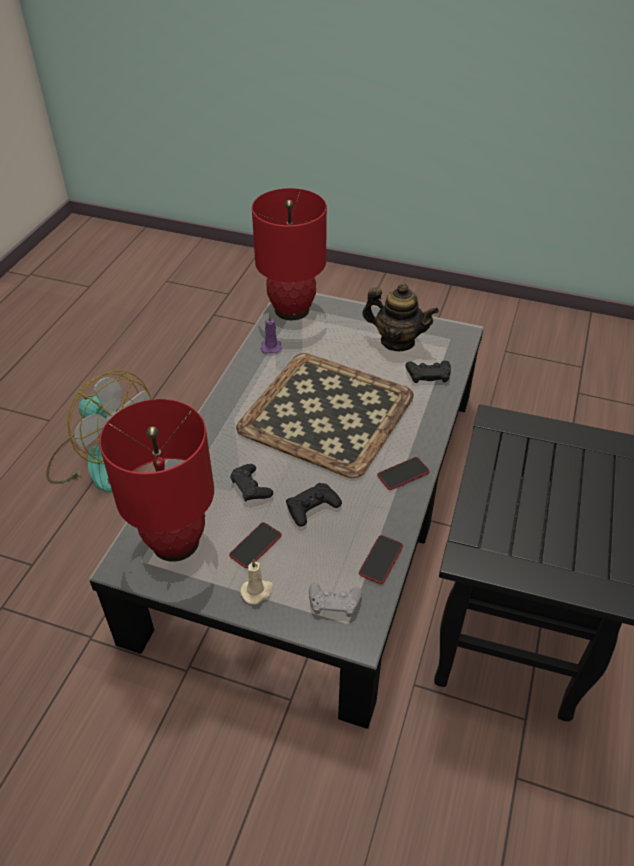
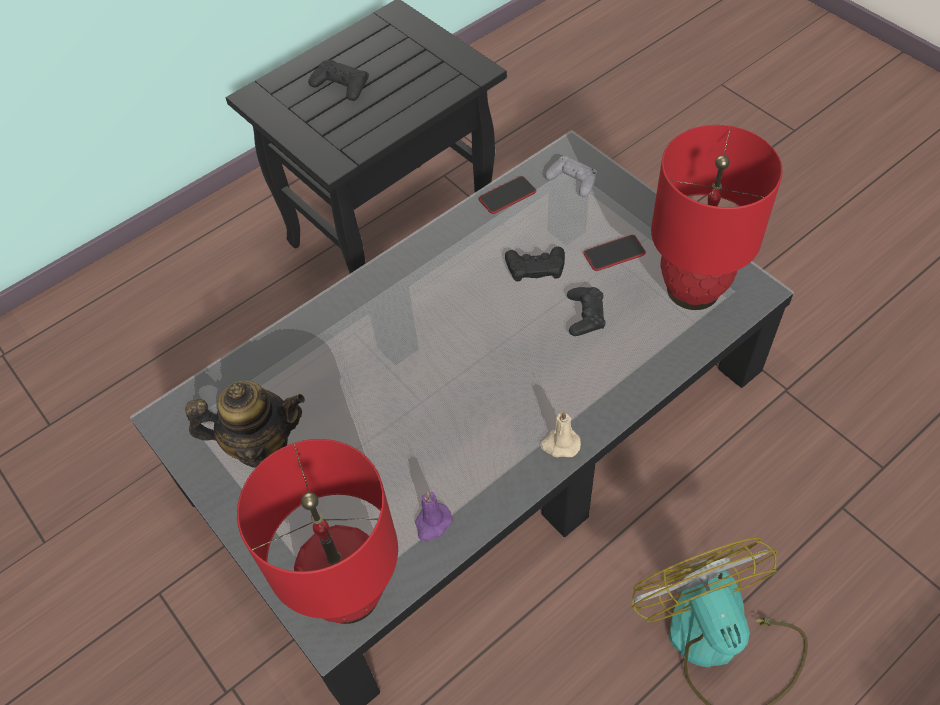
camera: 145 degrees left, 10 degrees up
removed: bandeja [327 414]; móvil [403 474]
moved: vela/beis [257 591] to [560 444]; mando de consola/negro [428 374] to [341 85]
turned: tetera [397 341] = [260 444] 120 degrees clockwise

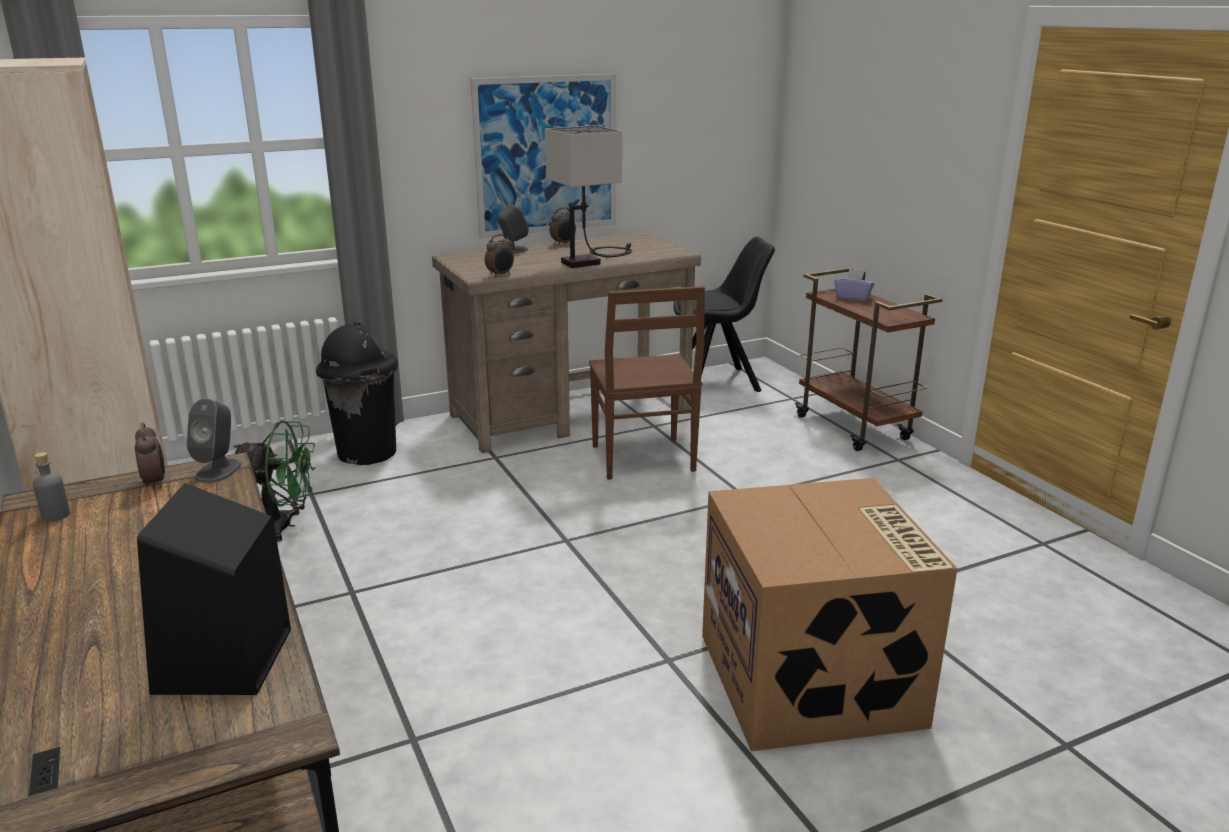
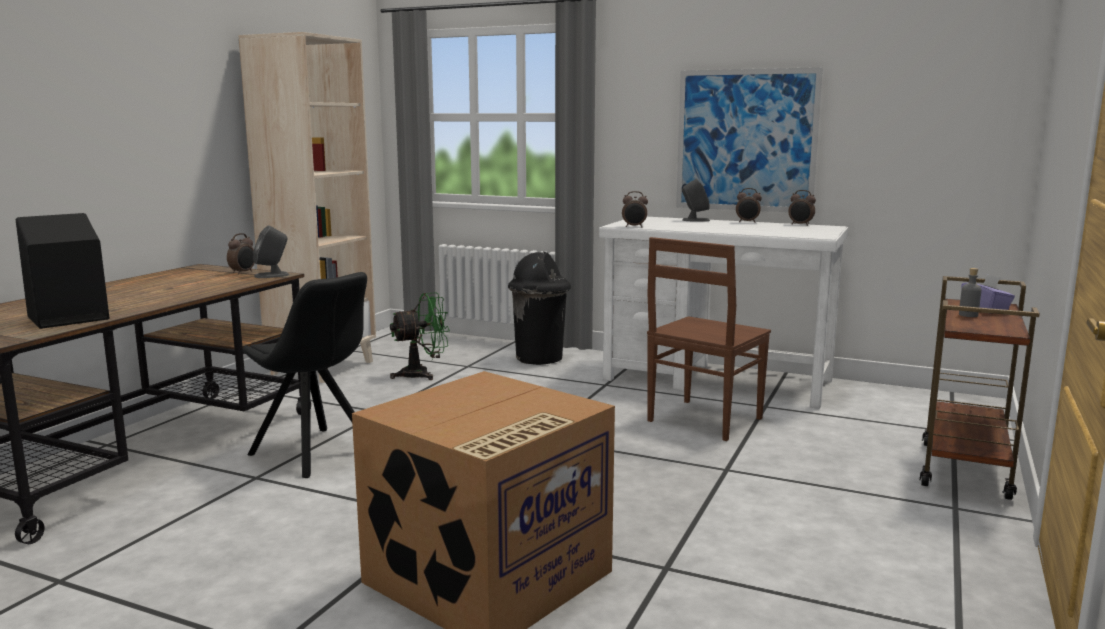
camera: 50 degrees right, 10 degrees down
removed: lámpara de mesa [595 258]
added: despertador [800 225]
moved: botella/gris [56 515] to [968 315]; silla/negro [717 382] to [315 453]
recoloured: escritorio/marrón [570 413] to escritorio/blanco [718 379]
turned: ventilador/verde [283 526] = [422 374] 75 degrees counterclockwise

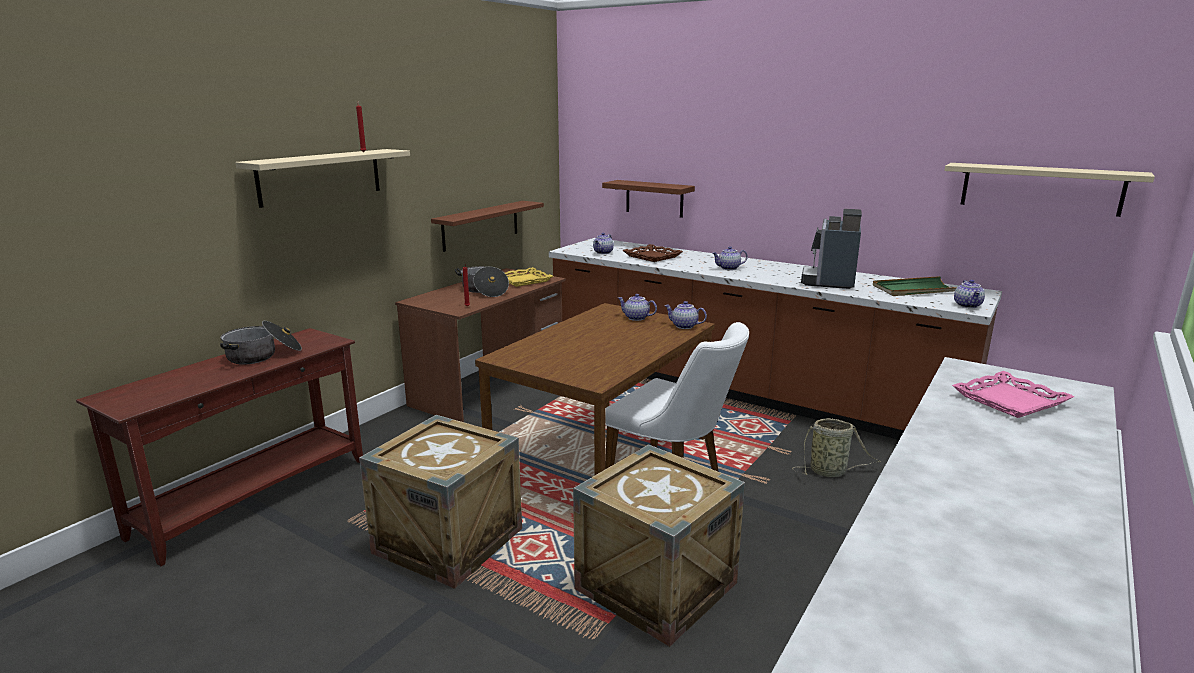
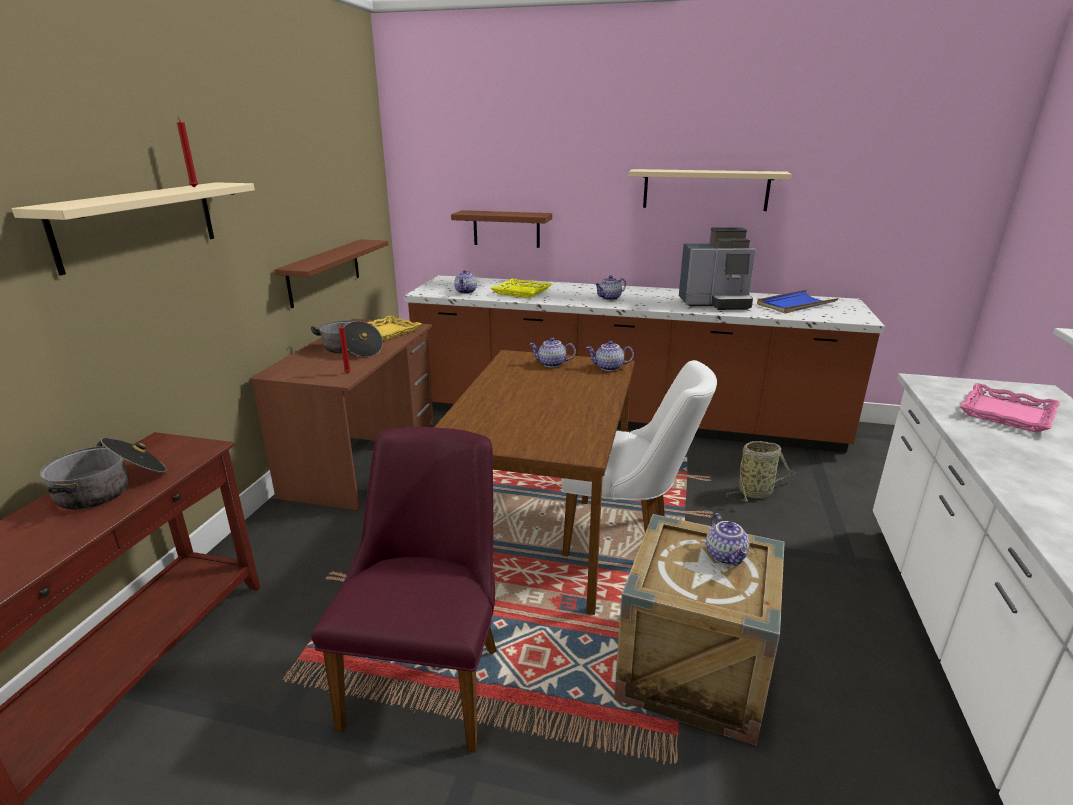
camera: 20 degrees left, 5 degrees up
moved: estante/beis [1040 188] to [705 189]; tetera [968 306] to [726 556]
replaced: caja de embalaje [448 541] to silla/morado [431 674]
recoloured: bandeja/marrón [652 256] to bandeja/amarillo [521 292]; bandeja/verde [916 290] to bandeja/azul [795 304]
turned: cafetera [830 281] = [715 303] 90 degrees counterclockwise

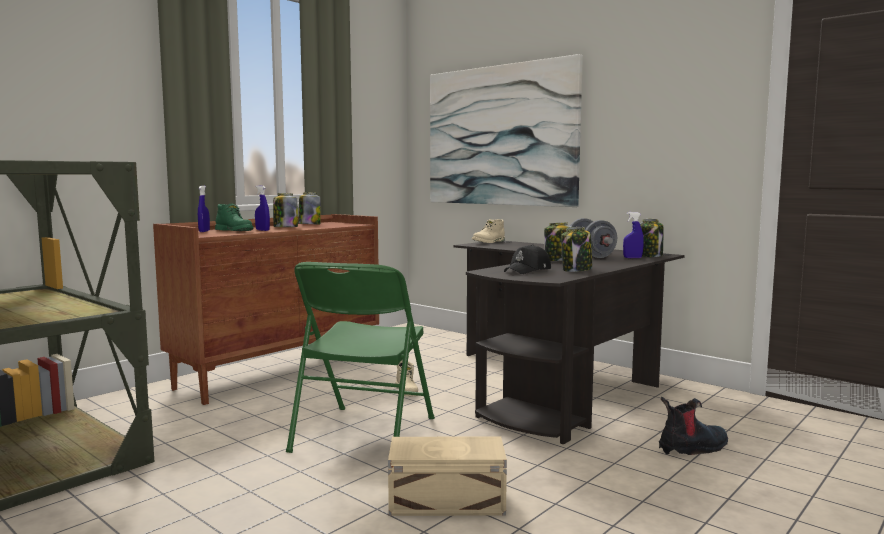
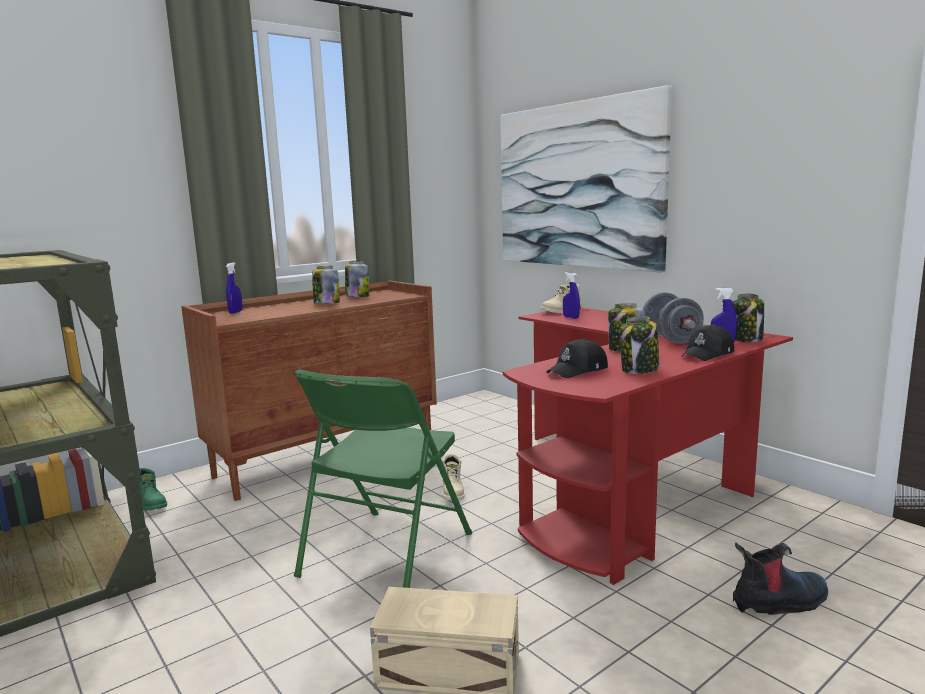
camera: 10 degrees right, 5 degrees up
added: gorra/negro [708 354]
moved: bota/verde [235 231] to [151 503]; pulverizador/azul [262 230] to [571 317]
recoloured: escritorio/negro [558 383] to escritorio/rojo [630 484]

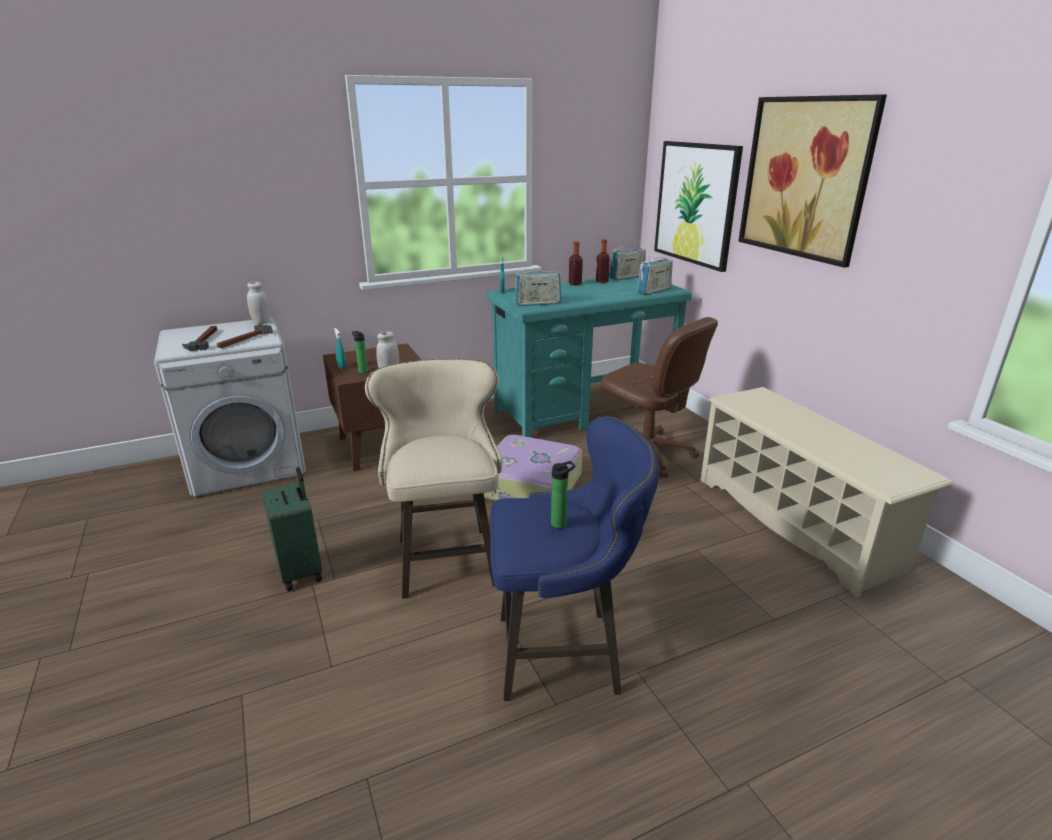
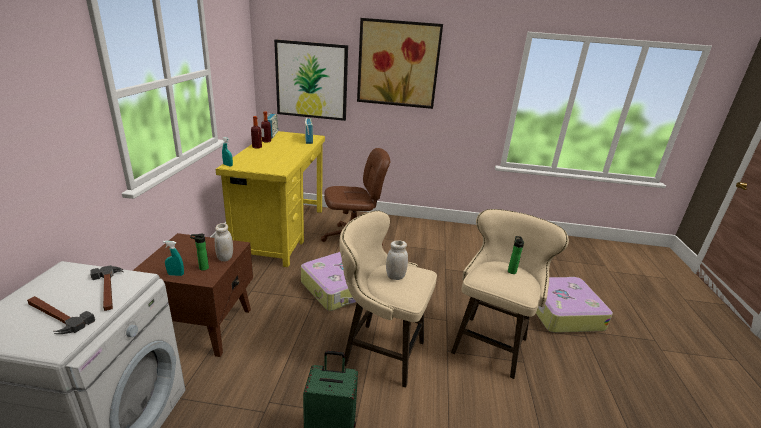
camera: 60 degrees left, 0 degrees up
removed: radio [538 303]; zapatero/beis [796 522]
added: maleta [561 312]
moved: tarro/blanco [261 322] to [395 276]
recoloured: escritorio/turquesa [584 409] to escritorio/amarillo [280 232]; taburete/azul [564 653] to taburete/beis [491 343]

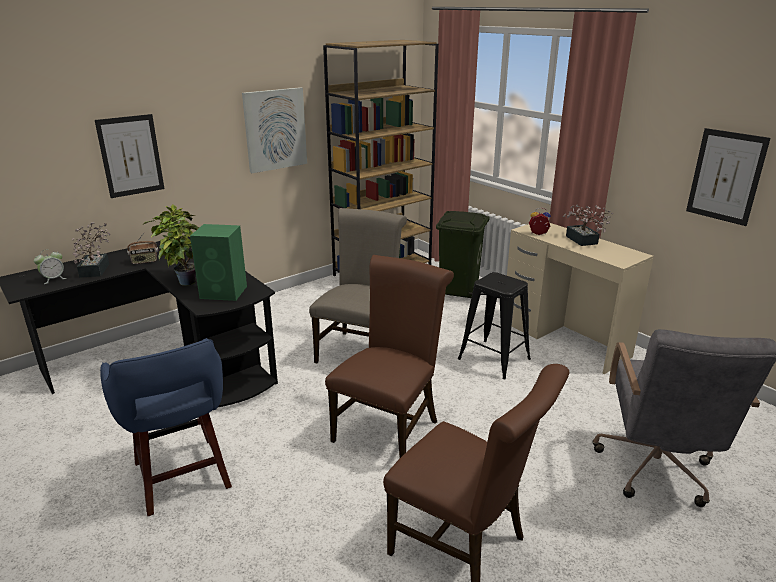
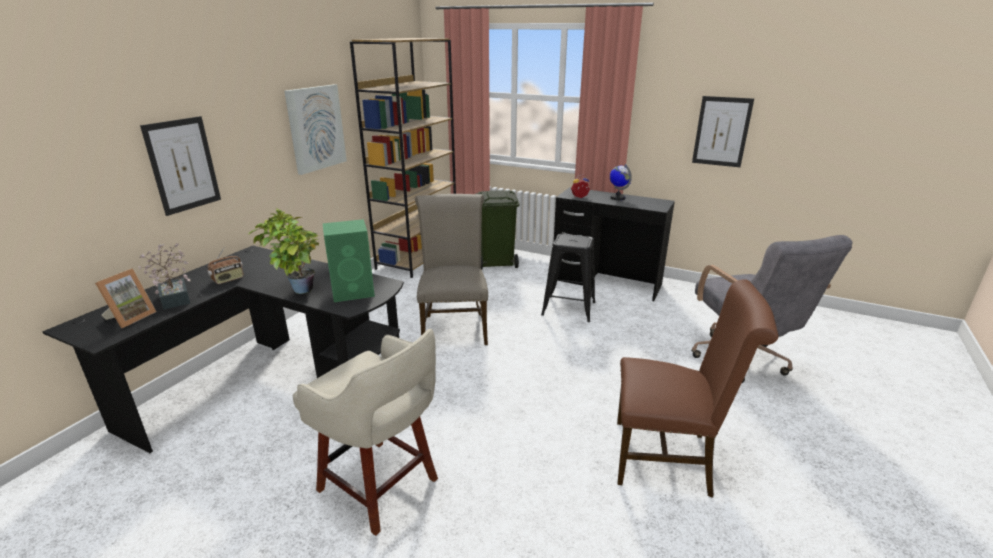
camera: 25 degrees left, 0 degrees up
removed: silla/marrón [389 427]
replaced: despertador [53 279] to portarretratos [130 317]; planta en maceta [583 241] to globo terráqueo [617 198]
recoloured: taburete/azul [182 478] to taburete/beis [381 488]; escritorio/beis [564 339] to escritorio/negro [606 282]

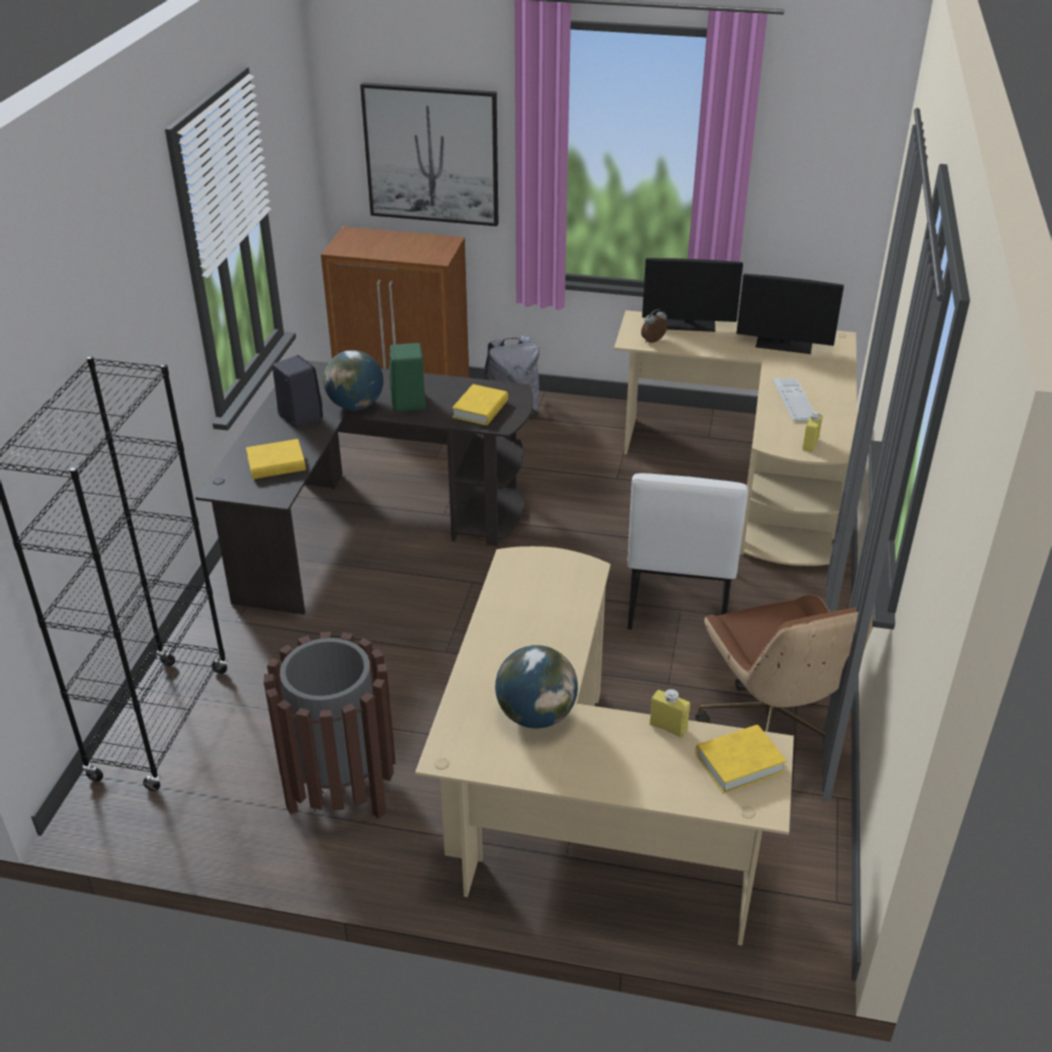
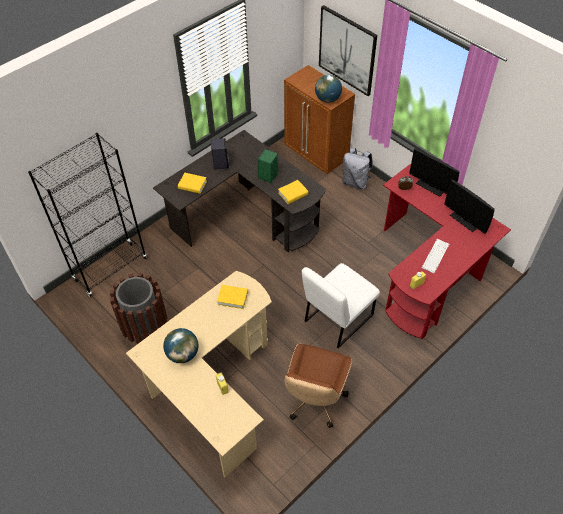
camera: 35 degrees right, 15 degrees up
moved: globo terráqueo [356 405] to [328 99]; libro/amarillo [739 763] to [232 298]
recoloured: escritorio/beis [751 477] to escritorio/rojo [430 272]

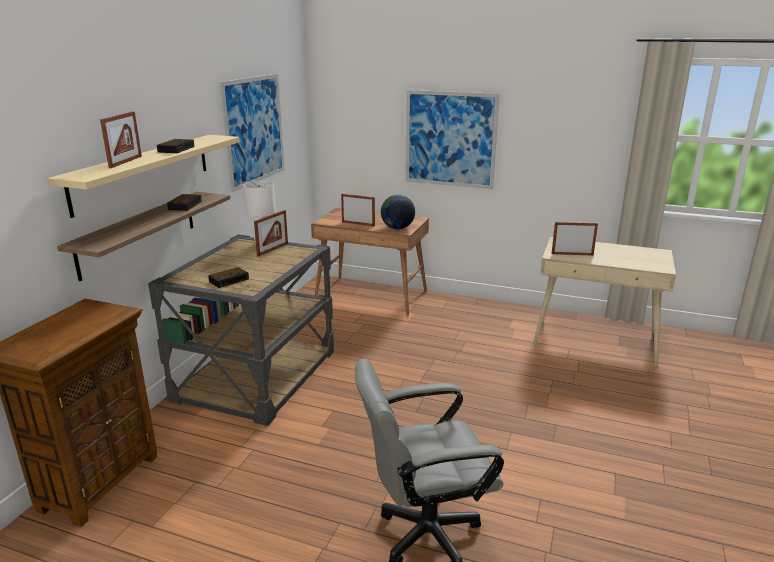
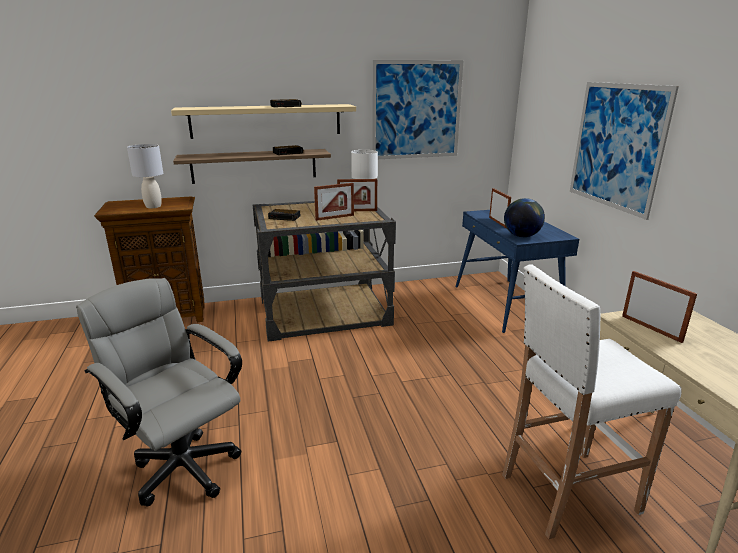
camera: 55 degrees right, 0 degrees up
added: lámpara de mesa/gris [153 206]; taburete/blanco [566 493]
moved: portarretratos [126 162] to [335 217]
recoloured: escritorio/marrón [372 296] to escritorio/azul [507 304]

